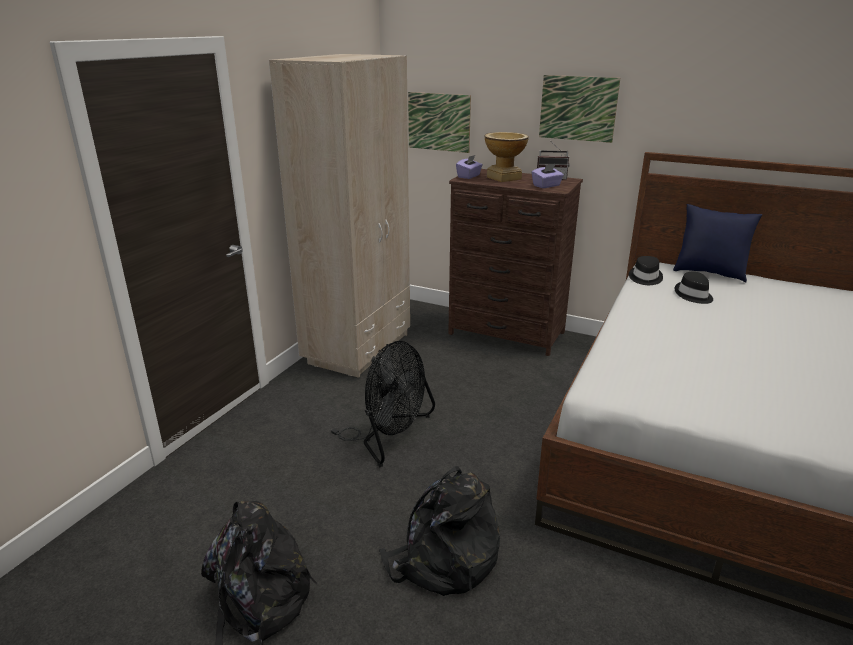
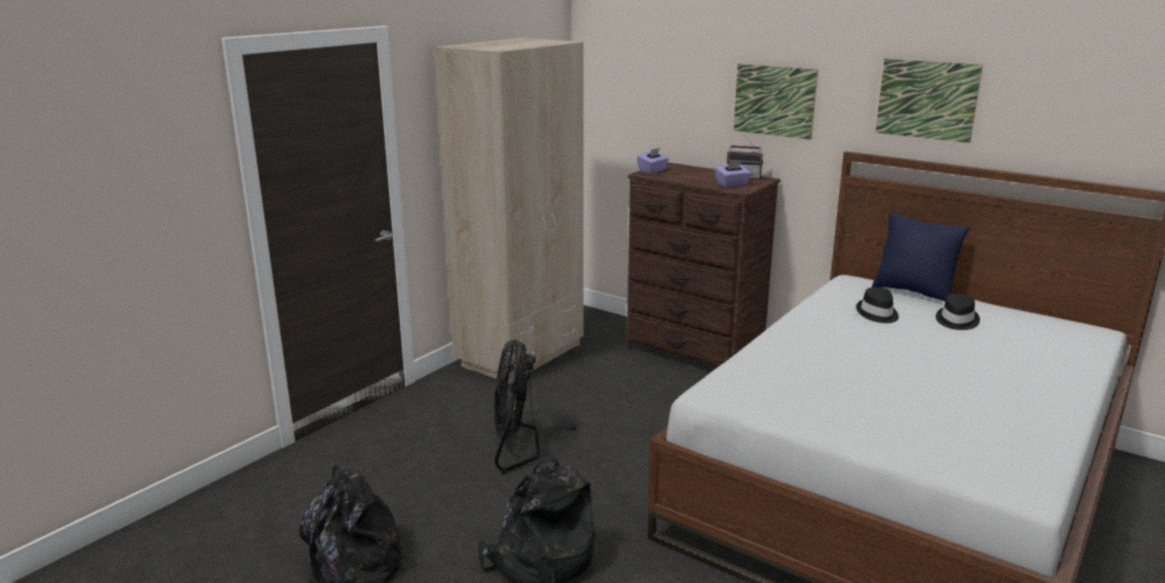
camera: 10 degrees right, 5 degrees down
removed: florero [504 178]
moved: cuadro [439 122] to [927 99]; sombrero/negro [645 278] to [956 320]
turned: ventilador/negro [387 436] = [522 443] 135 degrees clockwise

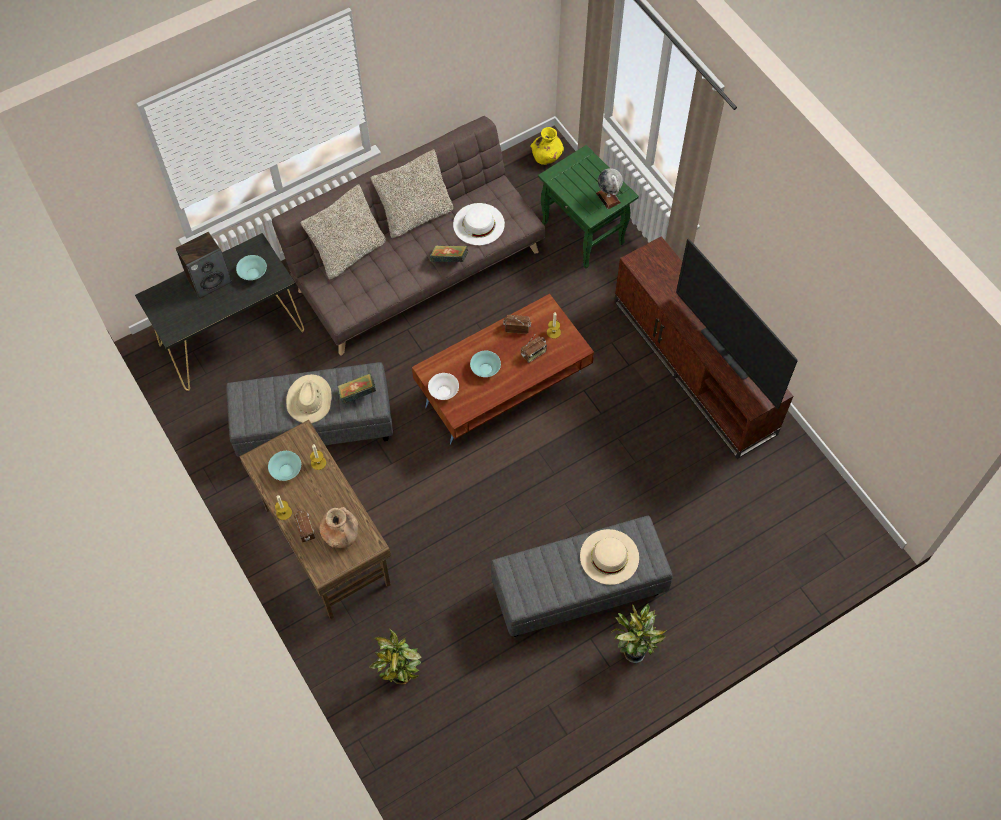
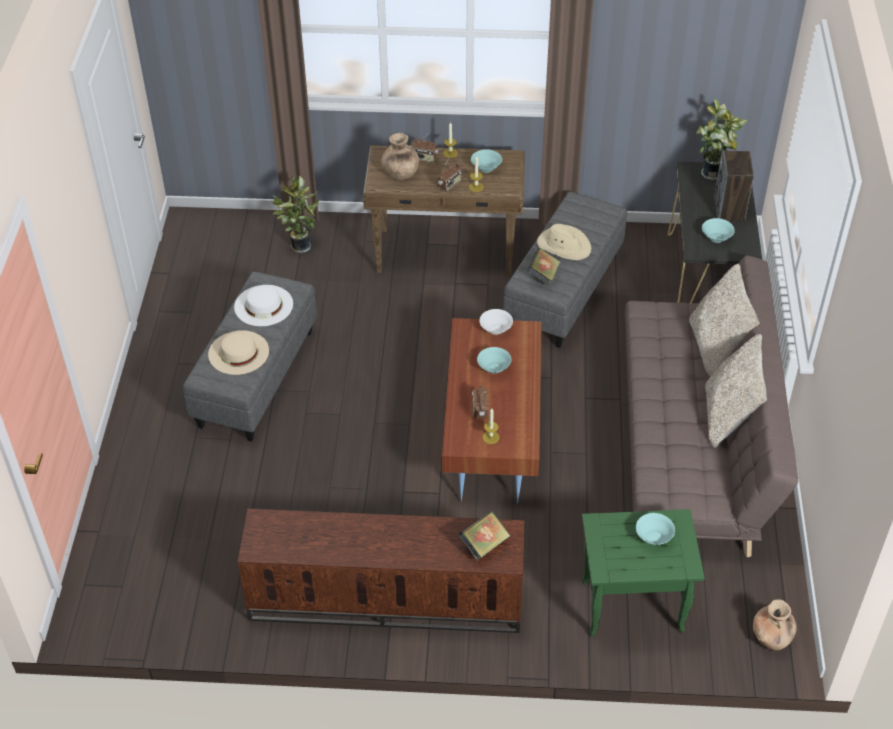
camera: 125 degrees right, 15 degrees down
removed: globo terráqueo [608 198]; televisor [726 352]
added: cuenco/turquesa [653 537]
moved: libro [449 260] to [484 544]; sombrero/blanco [478 224] to [263 305]; radio [517 328] to [449 184]; planta en maceta [633 650] to [714 174]
recoloured: florero/amarillo [547 157] to florero/marrón [771 637]

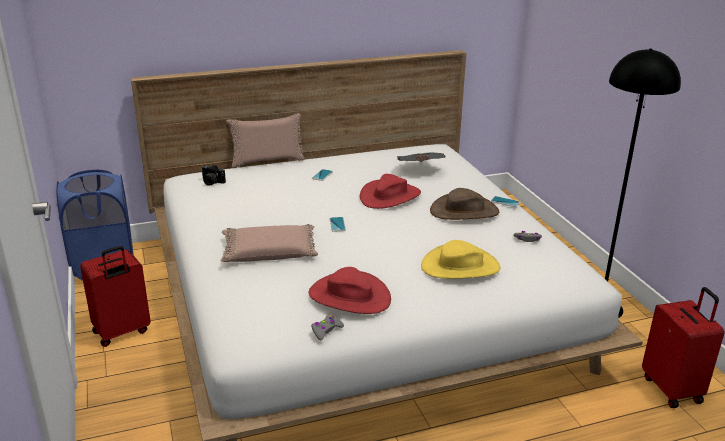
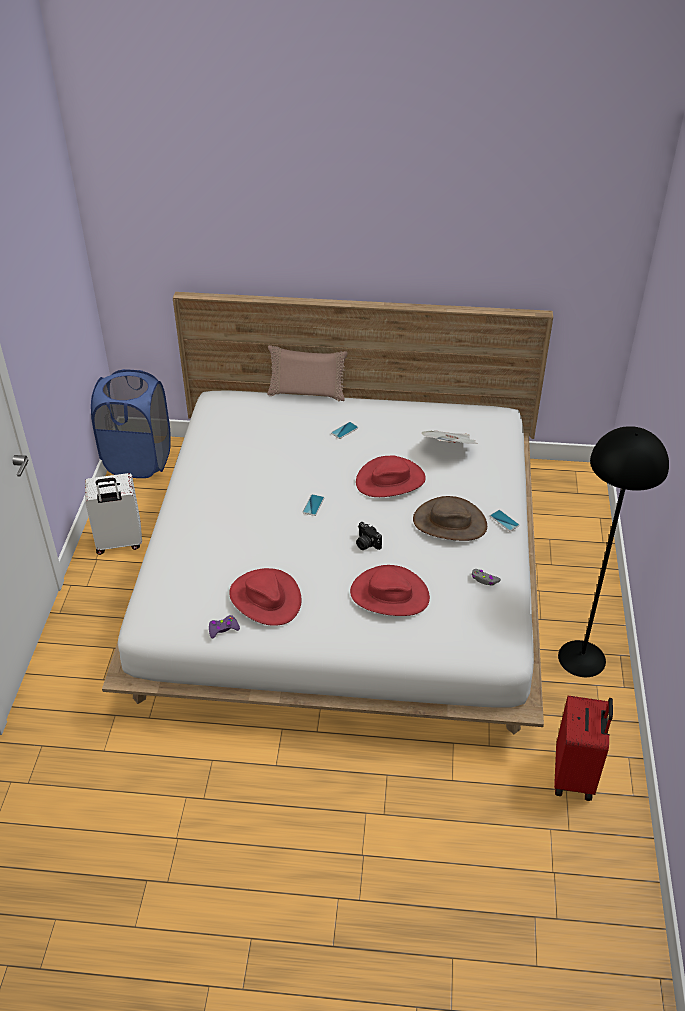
camera: 25 degrees right, 15 degrees up
removed: cojín/beis [269 249]
moved: cámara [211 182] to [366 544]
recoloured: maleta/rojo [122 332] to maleta/blanco [119 543]; mando de consola/gris [326 330] to mando de consola/morado [223 629]; sombrero/amarillo [460 267] to sombrero/rojo [389 595]

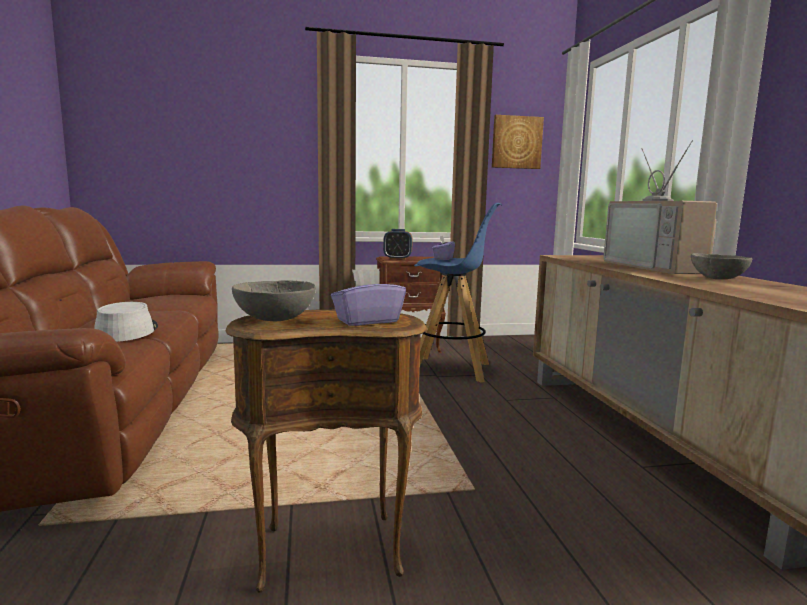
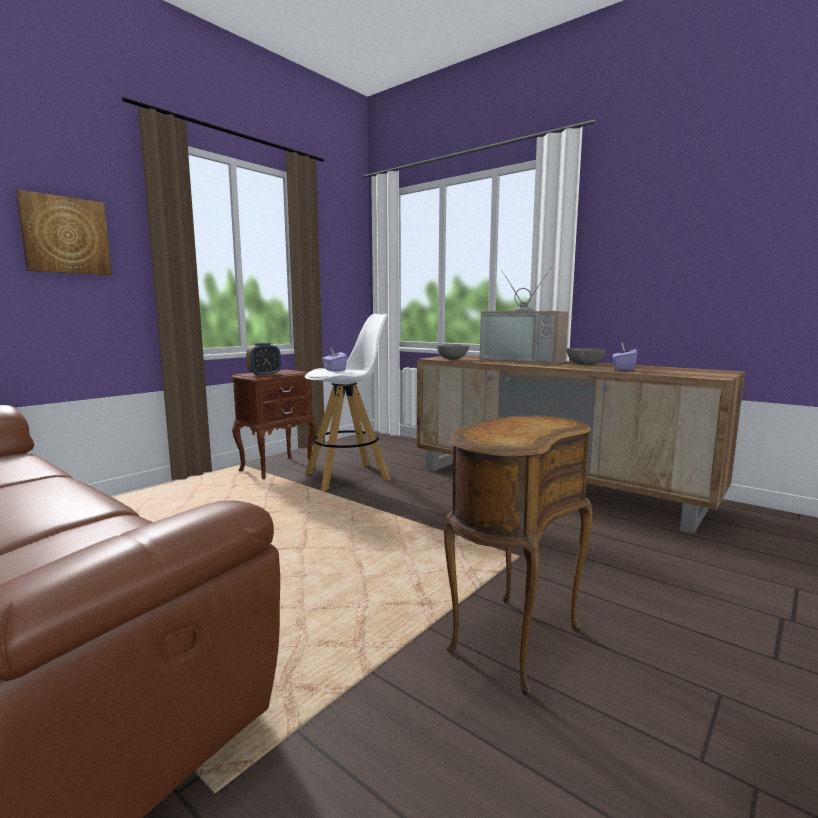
camera: 40 degrees left, 0 degrees up
removed: sombrero/gris [127 331]
moved: cuenco/gris [274 319] to [452 359]; caja de pañuelos/morado [367 321] to [623 369]; cuadro [516 142] to [65 235]
recoloured: taburete/azul [451 369] to taburete/blanco [348 476]

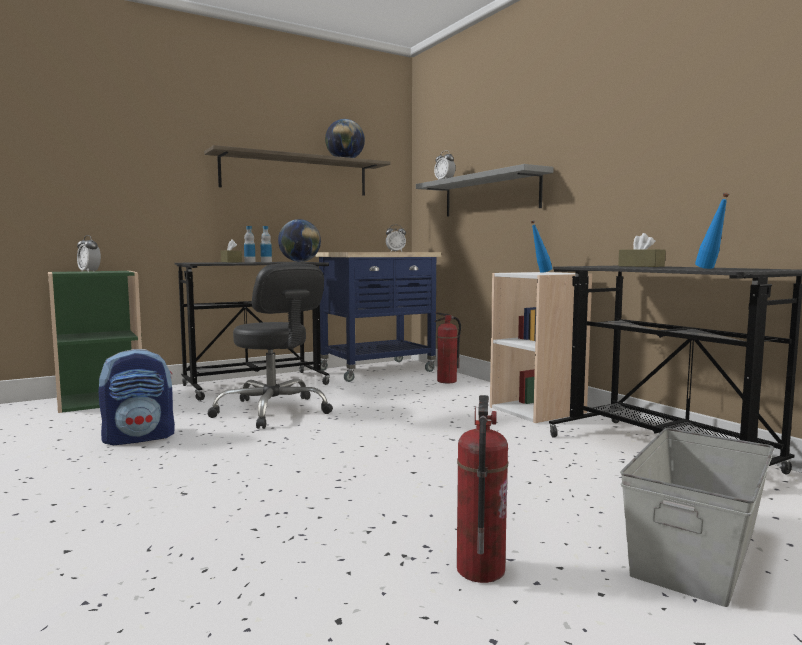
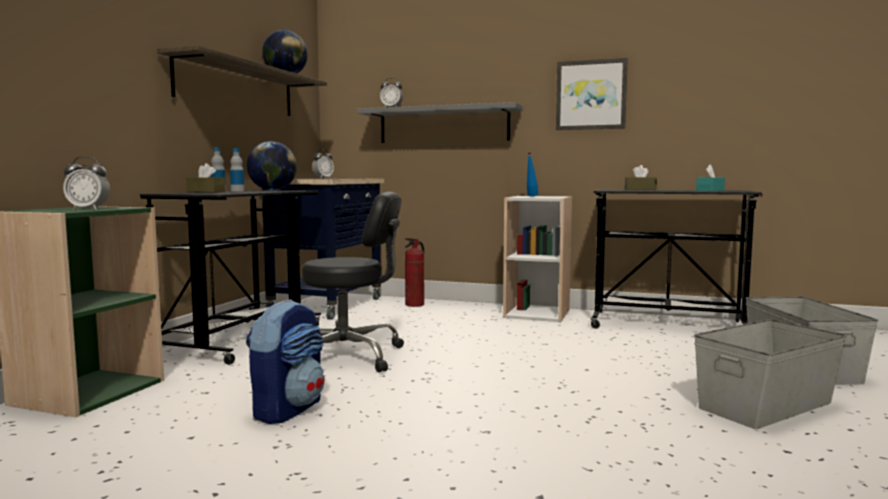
camera: 40 degrees left, 0 degrees up
added: cuadro [591 95]
replaced: extintor [479 570] to caja de almacenaje/gris [764 405]; botella/azul [710 268] to caja de pañuelos/turquesa [710 190]

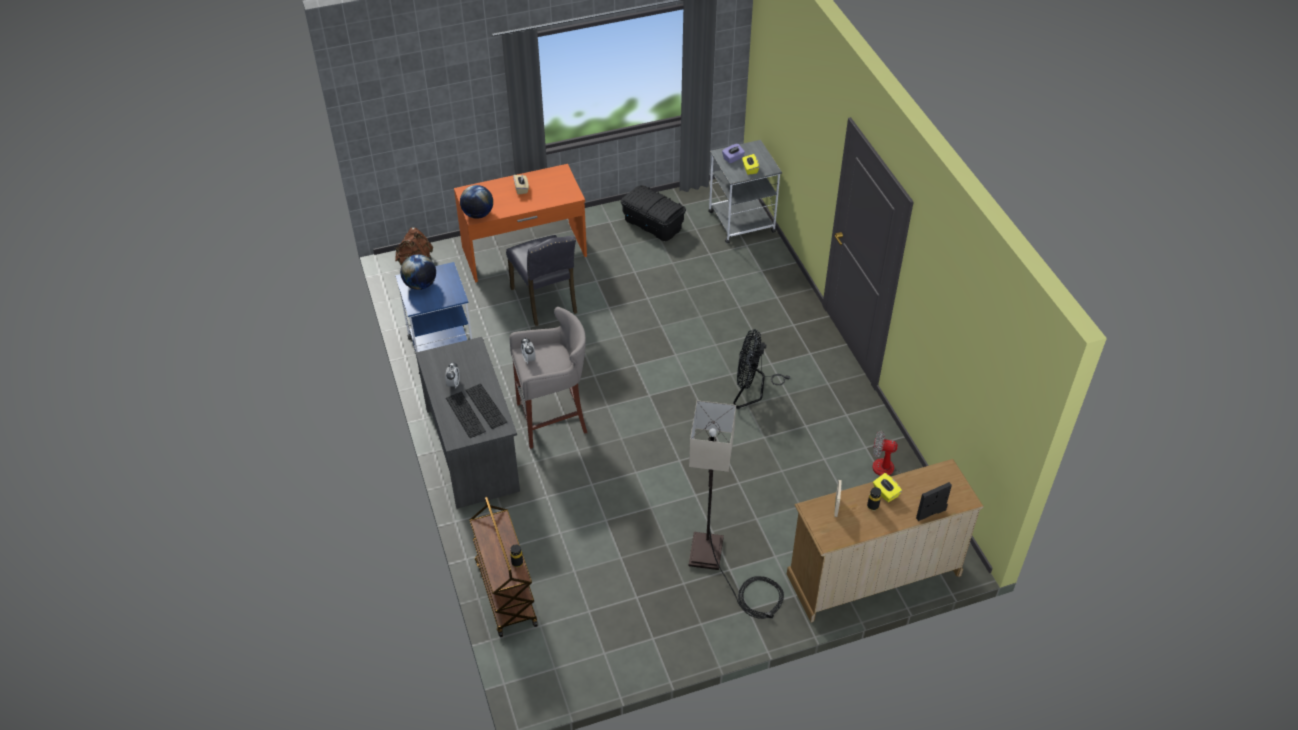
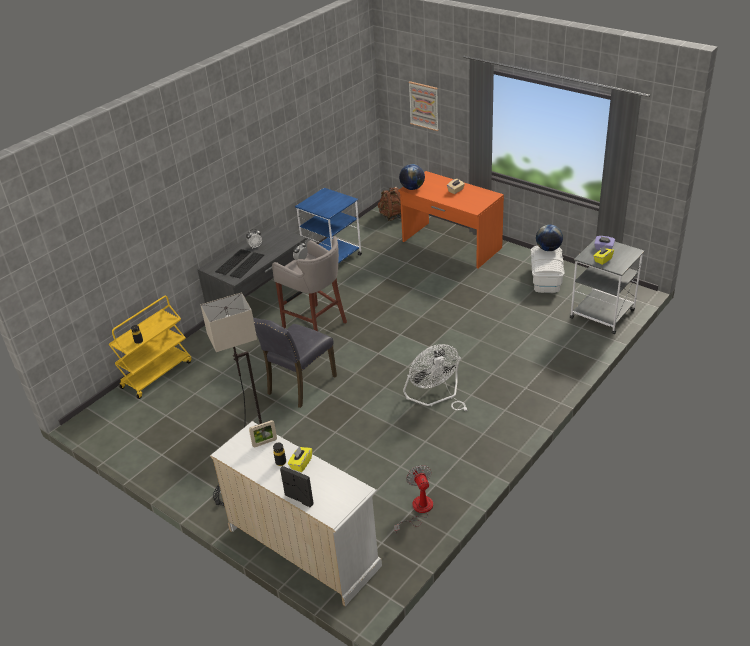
camera: 60 degrees right, 10 degrees down
added: cuadro [424 105]
moved: globo terráqueo [420 285] to [548 249]; silla/gris [546 301] to [299 385]
recoloured: carrito/marrón [505 593] to carrito/amarillo [157 374]; caja de almacenaje/negro [653 223] to caja de almacenaje/blanco [546 278]; ventilador/negro [753 385] to ventilador/blanco [439 396]; armario/marrón [872 574] to armario/blanco [303 546]

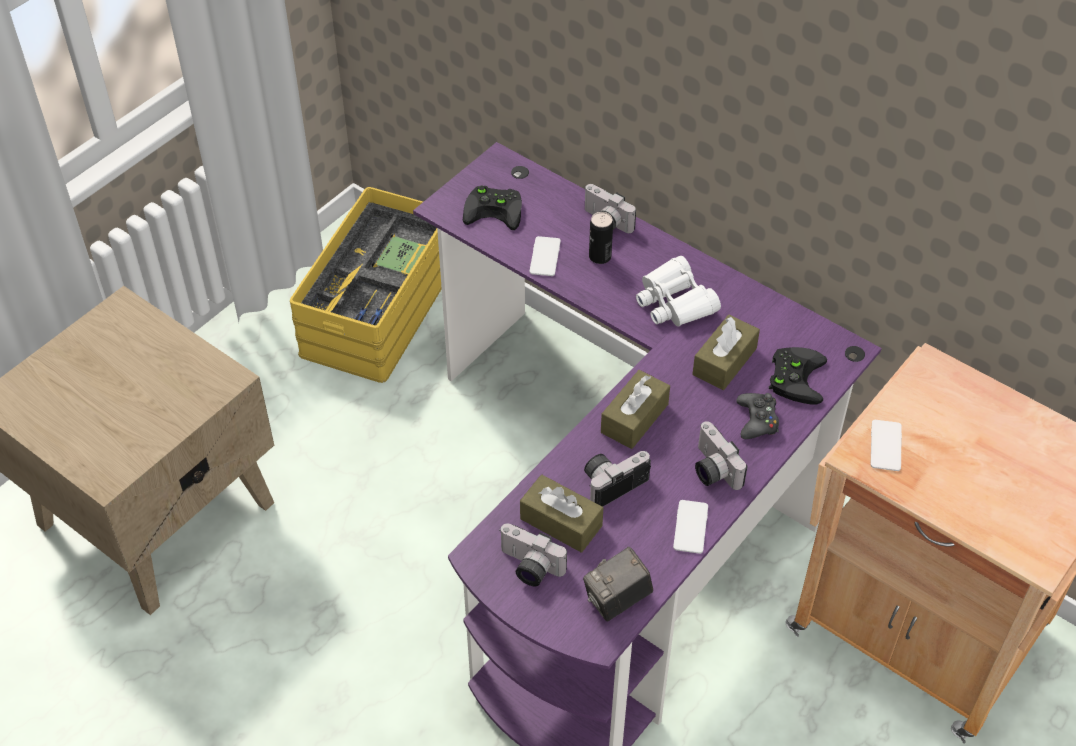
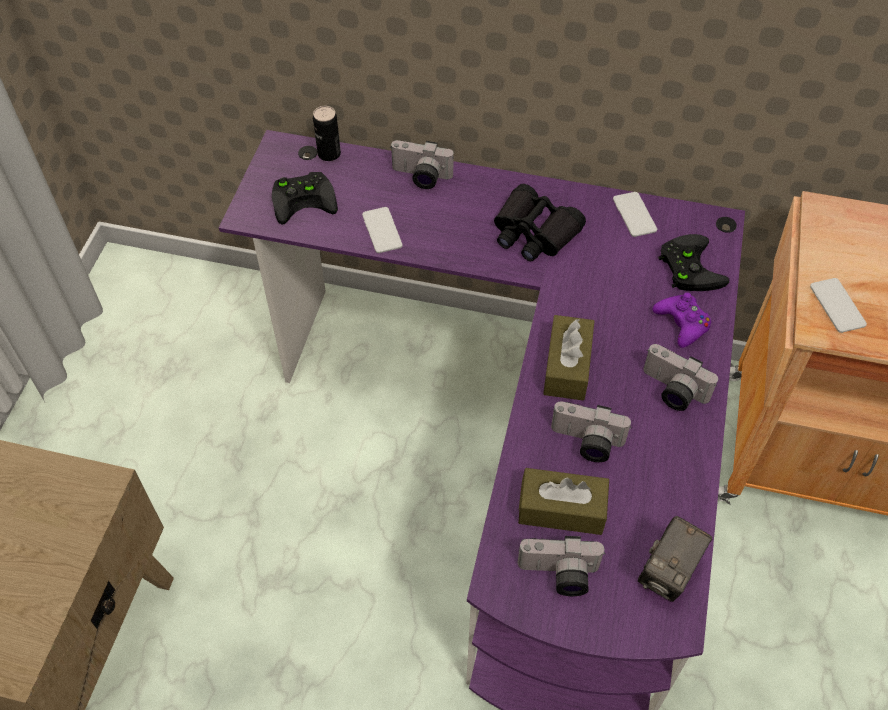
camera: 25 degrees left, 5 degrees up
removed: caja de almacenaje/amarillo [380 310]; caja de pañuelos/marrón [724 361]
moved: lata [600 257] to [329 154]; móvil [690 527] to [634 215]
recoloured: prismáticos/blanco [674 302] to prismáticos/negro [534 233]; mando de consola/negro [757 420] to mando de consola/morado [682 324]
turned: cámara [612 482] = [586 443] 105 degrees counterclockwise

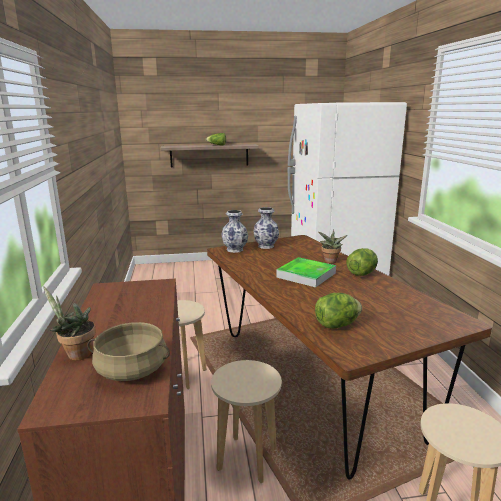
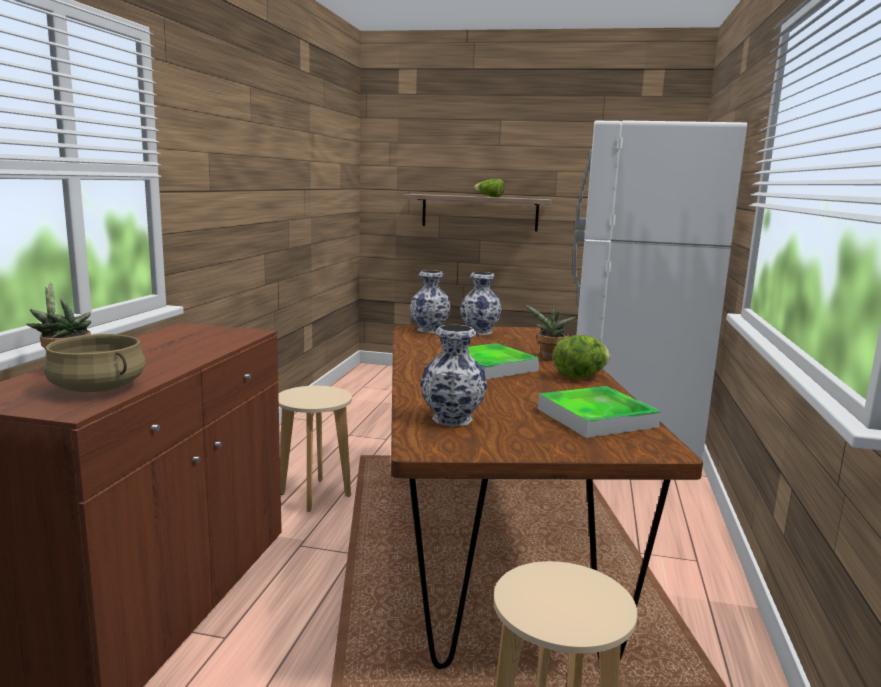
camera: 20 degrees right, 5 degrees down
removed: taburete/beis [246 459]
added: bandeja [596 418]
replaced: lechuga [336 325] to florero [451 419]

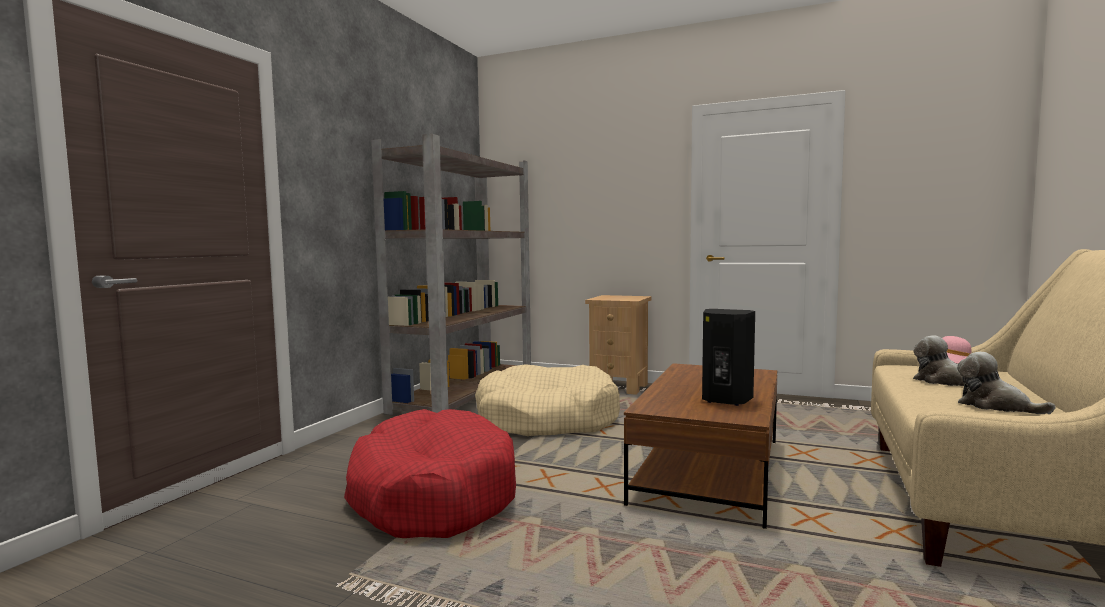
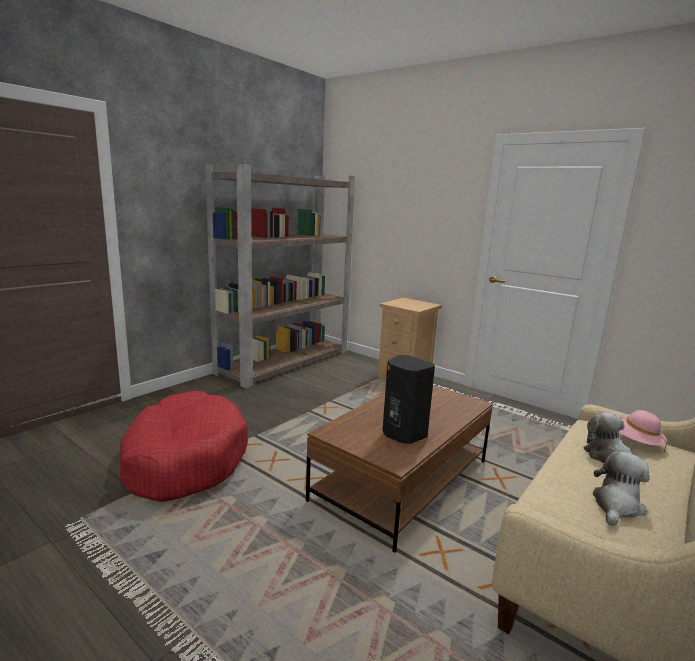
camera: 15 degrees right, 10 degrees up
removed: cama para perro/beis [547 419]
turned: peluche [995 406] = [616 505] 60 degrees clockwise

